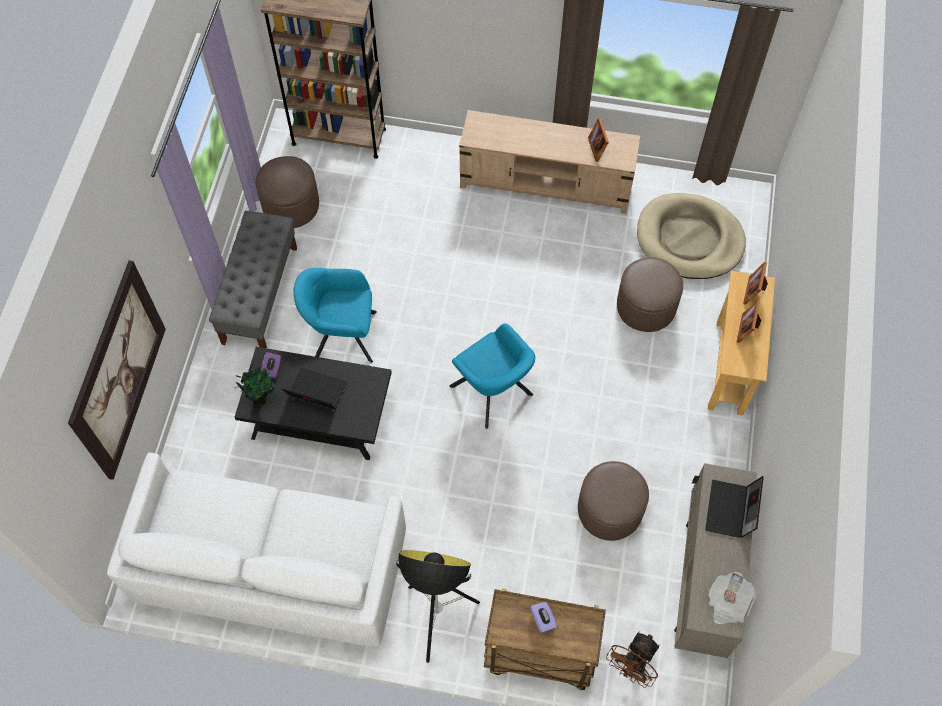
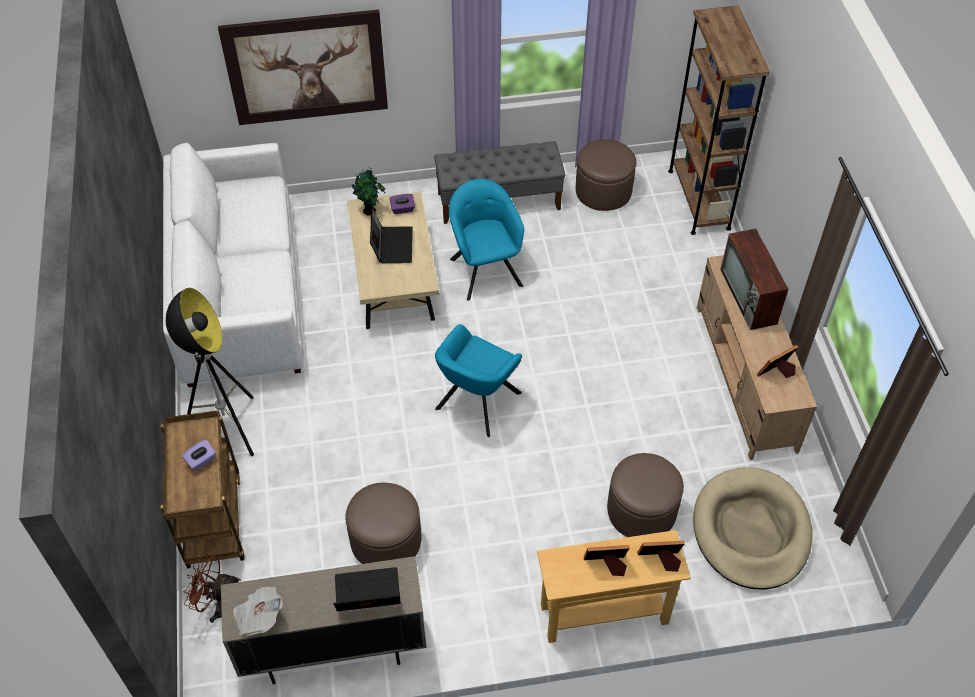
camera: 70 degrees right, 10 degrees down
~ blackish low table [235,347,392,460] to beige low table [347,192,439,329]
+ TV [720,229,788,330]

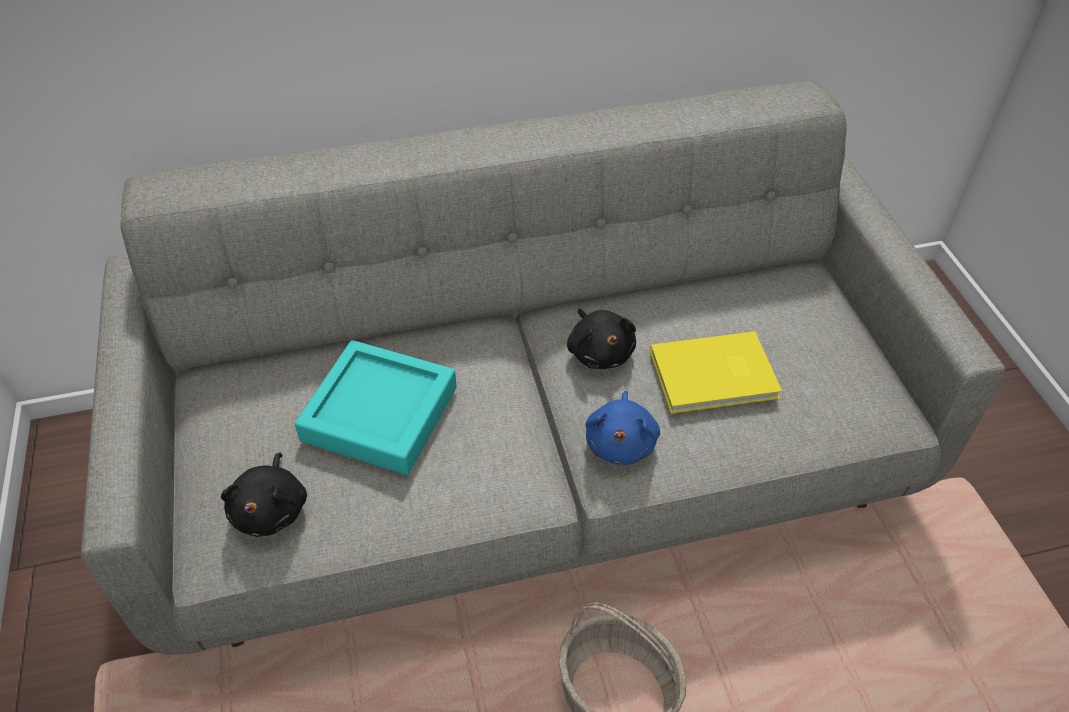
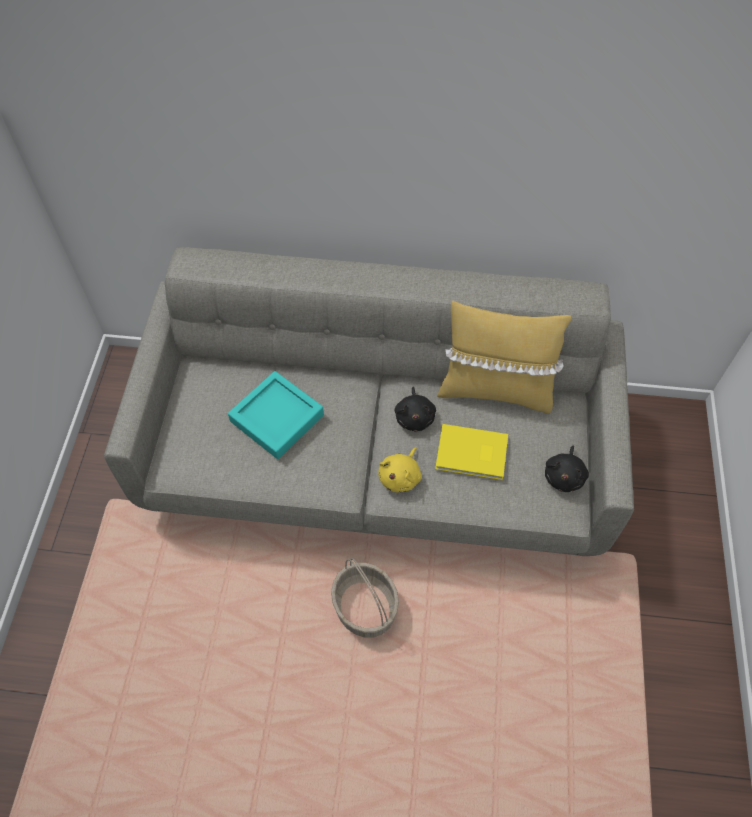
camera: 20 degrees right, 10 degrees up
~ blue cuddly toy [586,391,660,465] to yellowish cuddly toy [378,448,422,492]
+ yellowish pillow [437,300,571,413]
~ blackish cuddly toy [221,453,307,537] to [545,446,589,492]

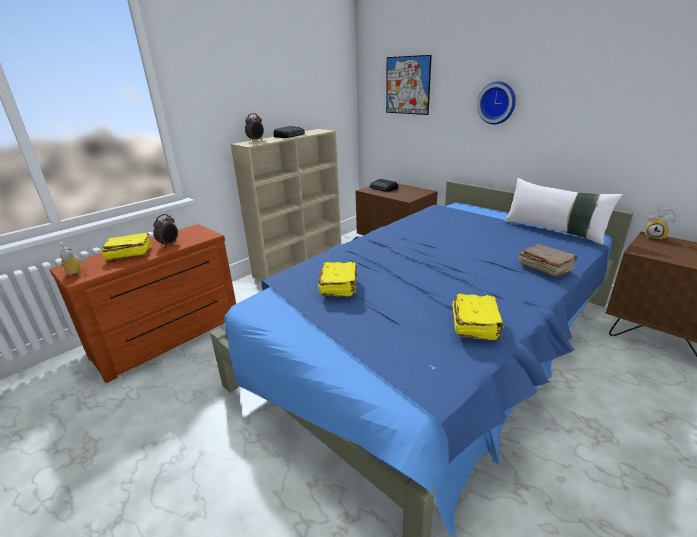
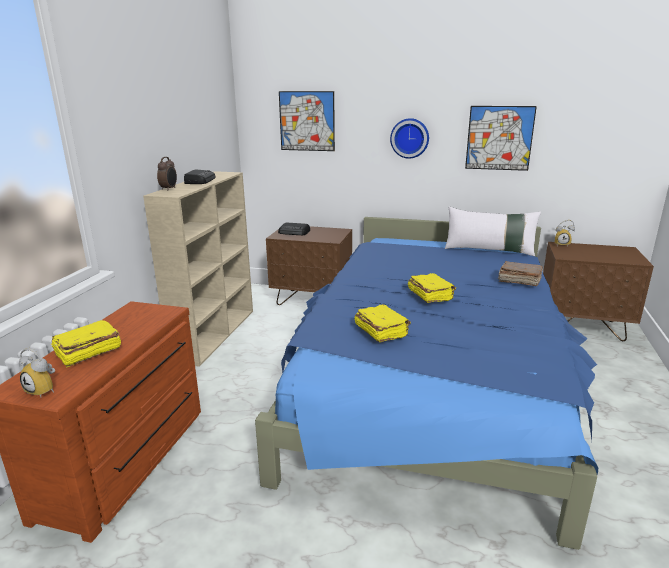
camera: 30 degrees left, 5 degrees down
~ yellowish book [452,294,504,341] to [408,273,456,303]
+ wall art [465,106,537,171]
- table clock [153,214,178,247]

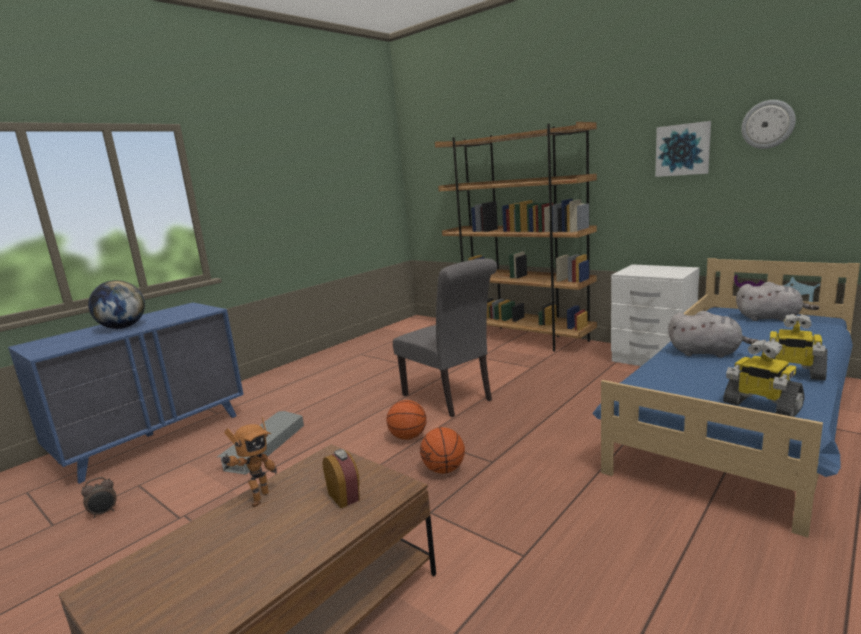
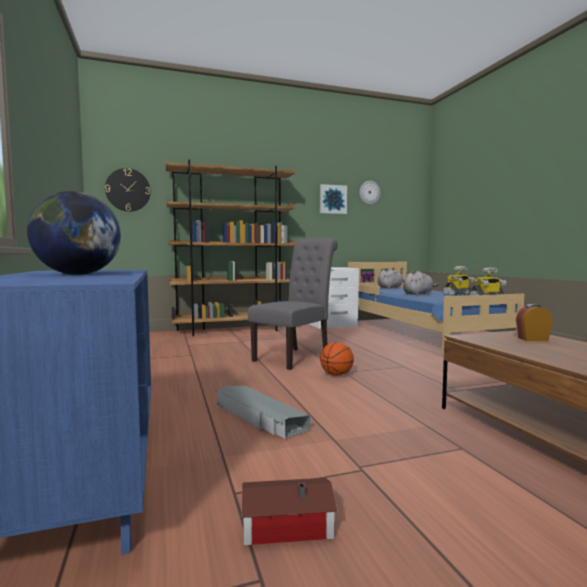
camera: 60 degrees left, 10 degrees down
+ wall clock [105,168,151,212]
~ table clock [81,477,116,518] to model house [241,478,337,546]
~ gray upright chair [393,258,497,417] = [248,238,338,370] 45 degrees counterclockwise
- model robot [222,417,277,507]
- basketball ball [420,427,465,474]

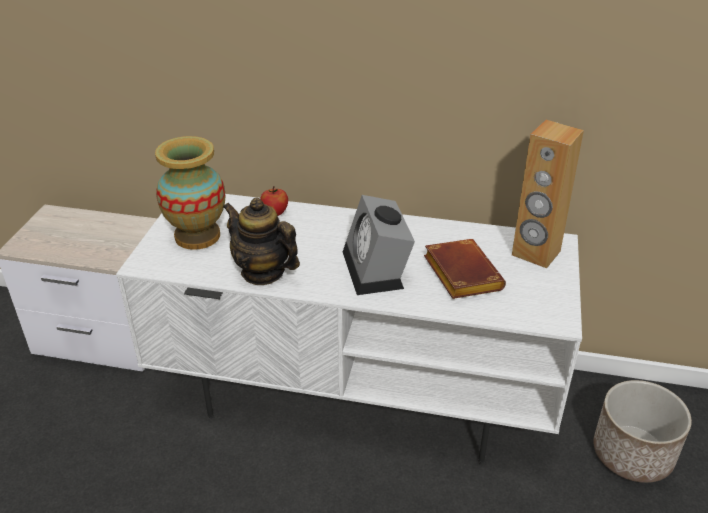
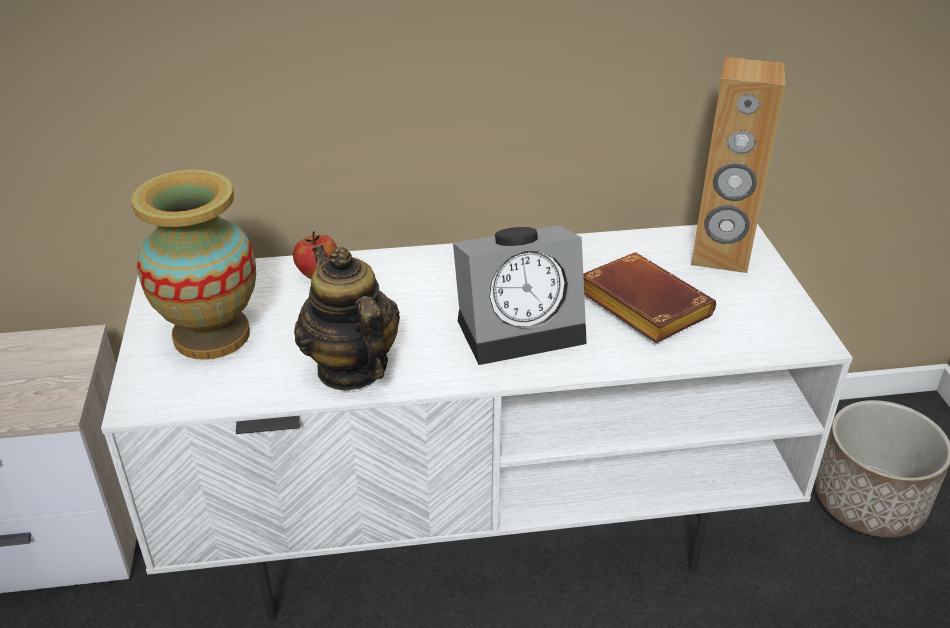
camera: 20 degrees left, 0 degrees up
~ teapot [223,198,300,285] = [294,245,400,390] 45 degrees clockwise
~ table clock [343,195,415,295] = [453,225,587,365] 75 degrees counterclockwise

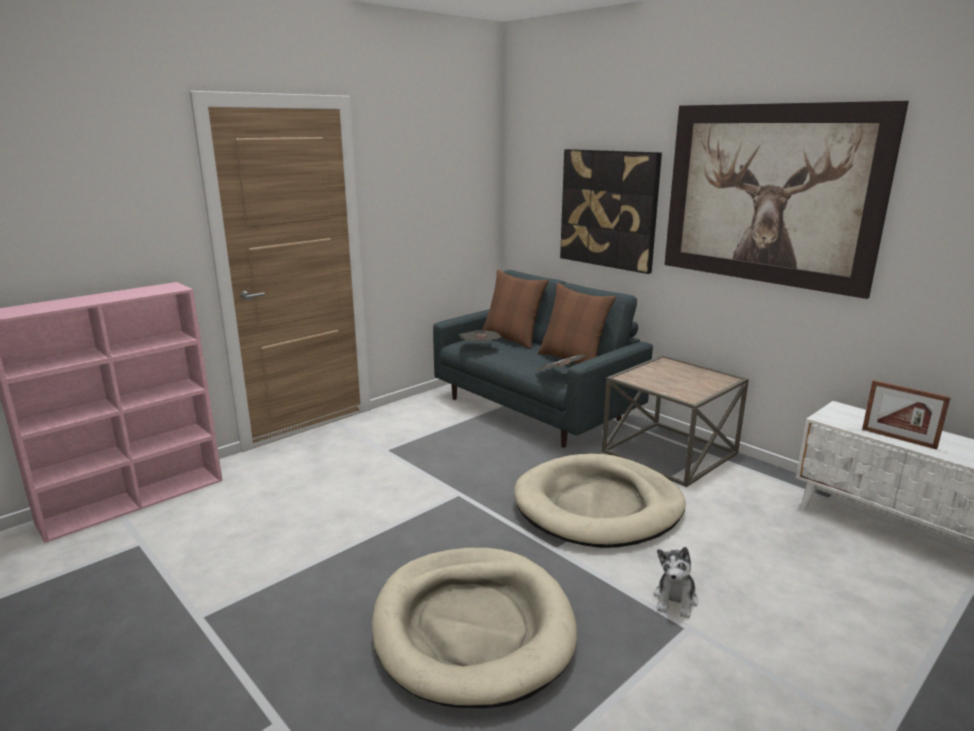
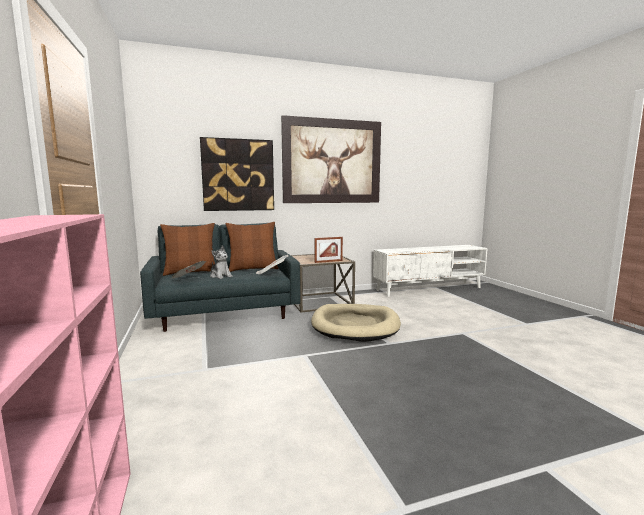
camera: 65 degrees left, 10 degrees down
~ cuddly toy [654,547,698,618] to [210,245,232,279]
~ picture frame [862,380,951,450] to [314,237,343,263]
- beige dog cushion [372,548,577,708]

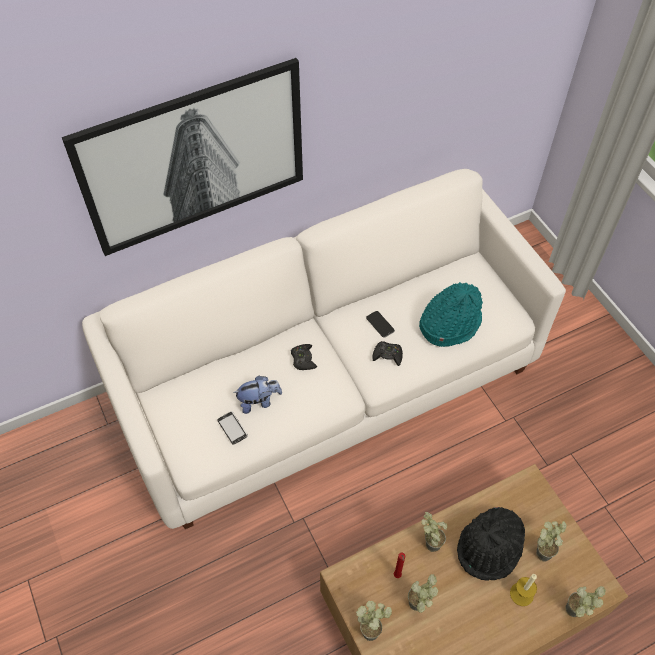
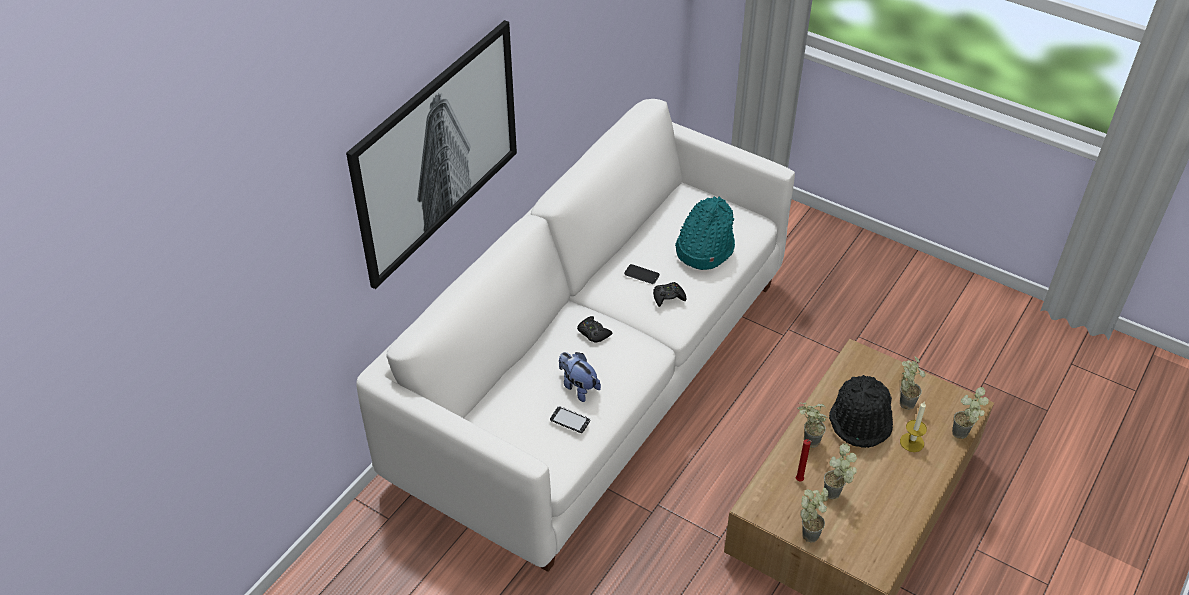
camera: 30 degrees left, 10 degrees down
~ cuddly toy [233,376,282,414] = [559,352,601,402] 90 degrees counterclockwise

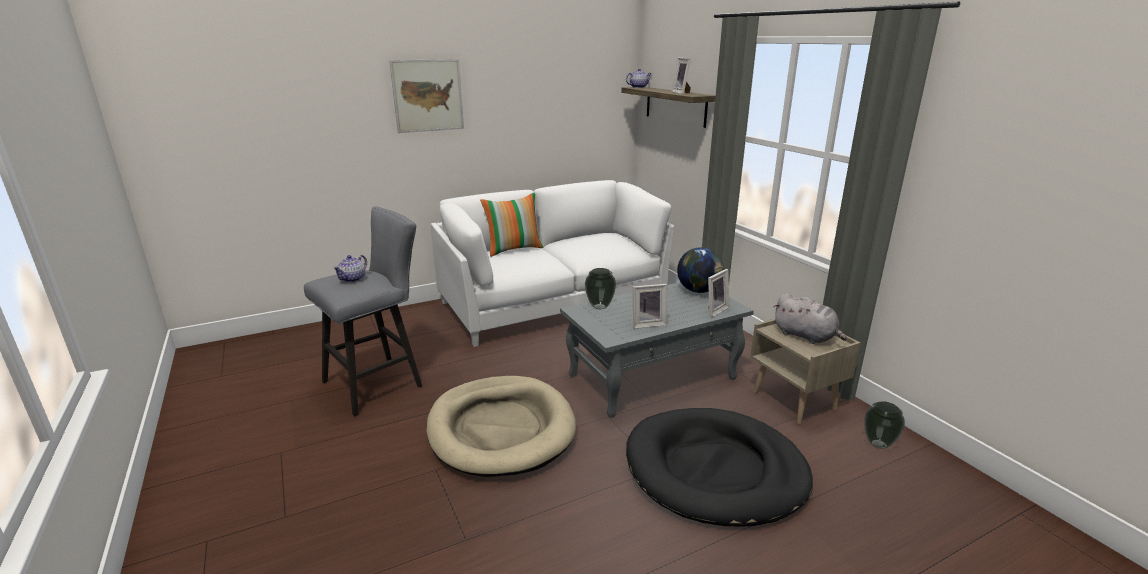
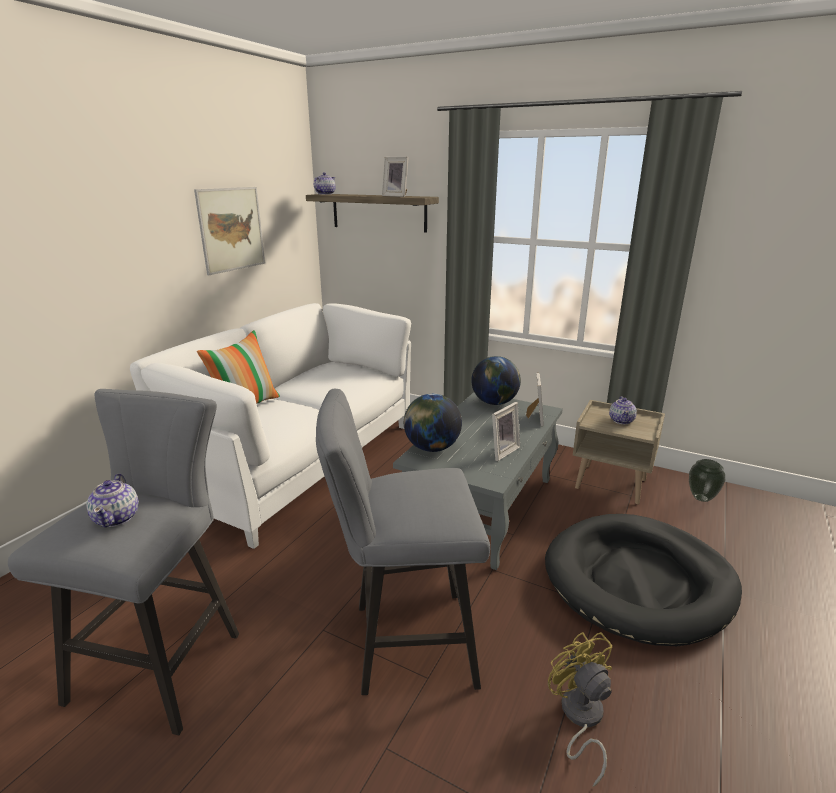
camera: 35 degrees left, 0 degrees up
~ wall art [389,59,464,133] to [194,187,265,275]
~ beige dog cushion [426,376,576,477] to gray stool [316,389,490,695]
~ flower vase [585,268,616,309] to world globe [404,394,462,452]
+ yellowish cooling fan [548,632,612,787]
~ gray cuddly toy [774,293,847,344] to teapot [609,396,637,424]

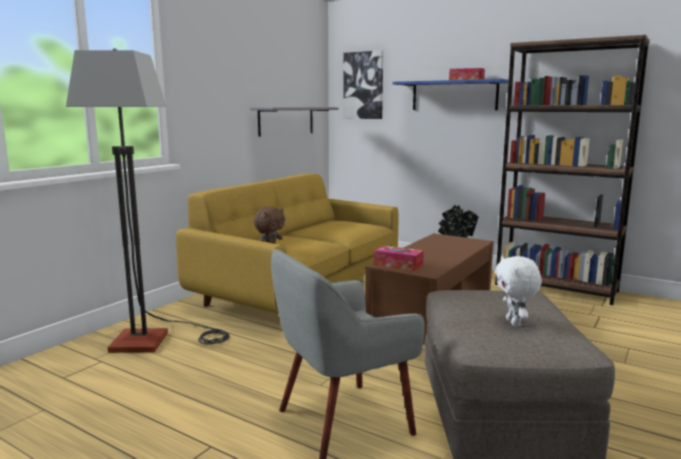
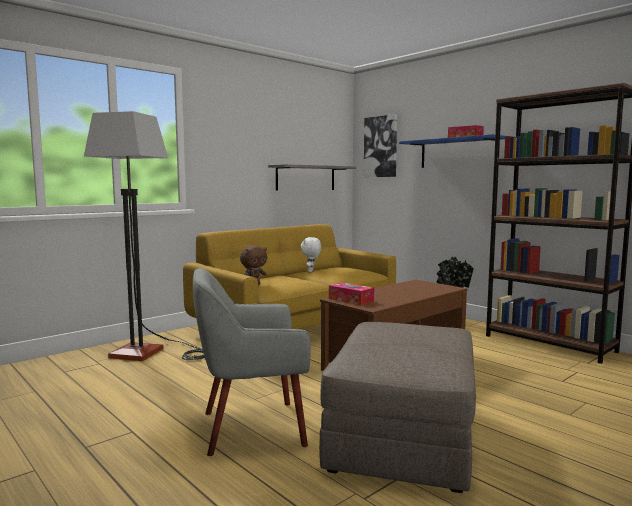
camera: 15 degrees right, 5 degrees down
~ white-coloured cuddly toy [495,256,542,327] to [301,237,321,272]

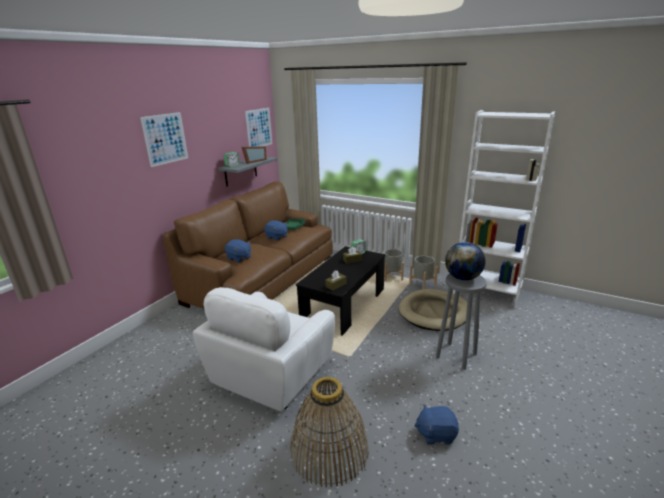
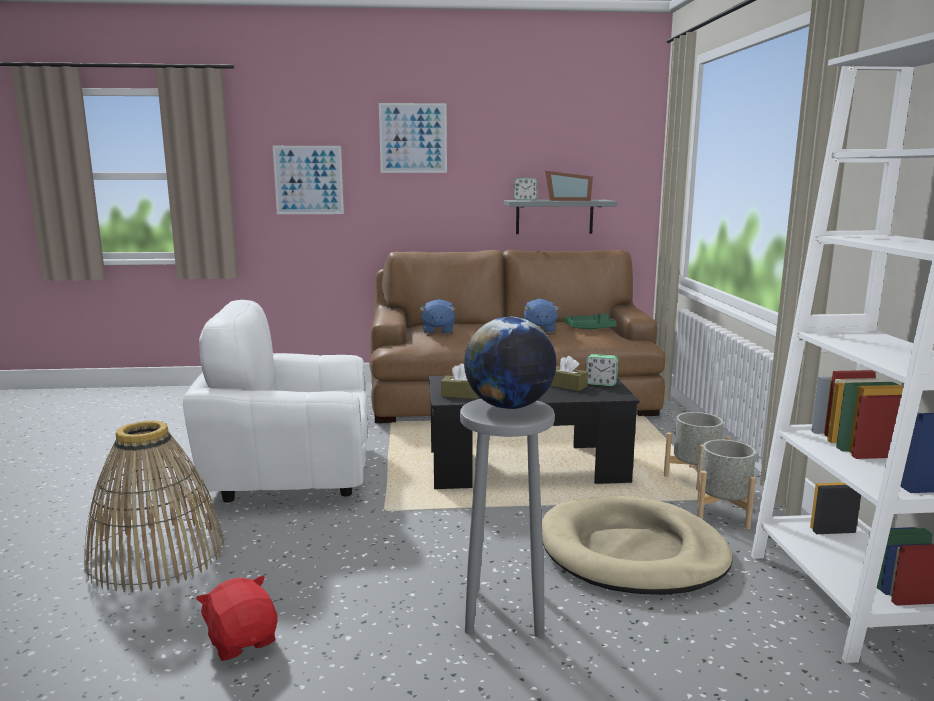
camera: 55 degrees right, 10 degrees down
~ blue cuddly toy [414,404,459,445] to red cuddly toy [196,576,278,661]
~ wall art [245,108,272,147] to [273,146,344,214]

